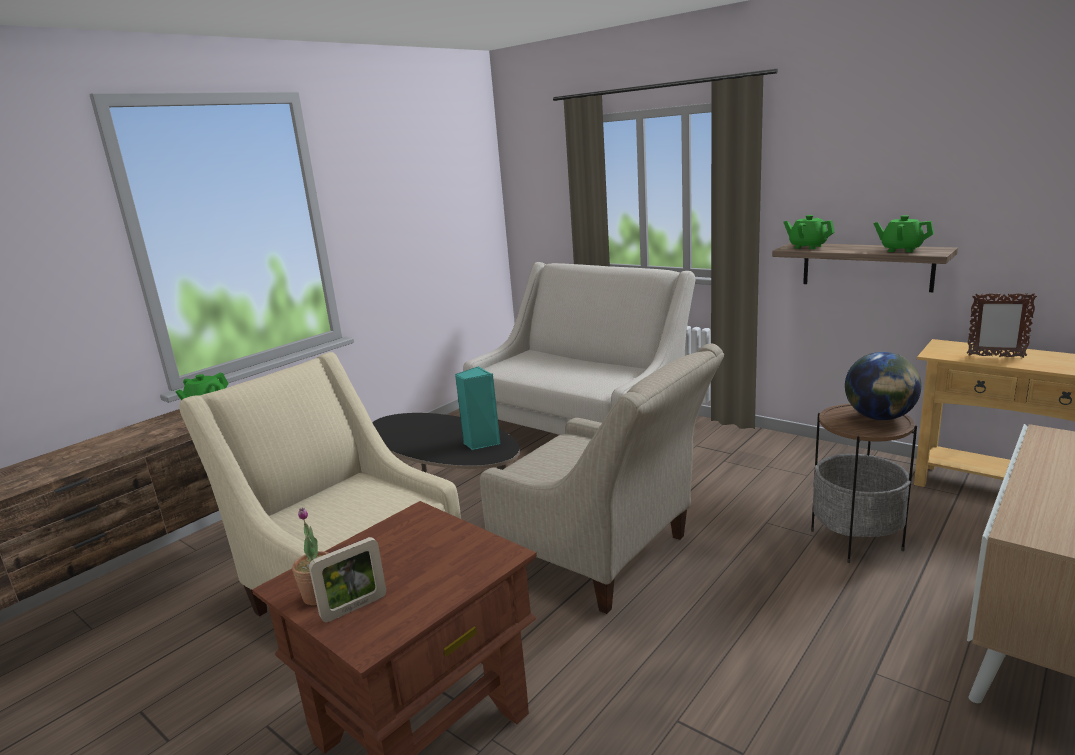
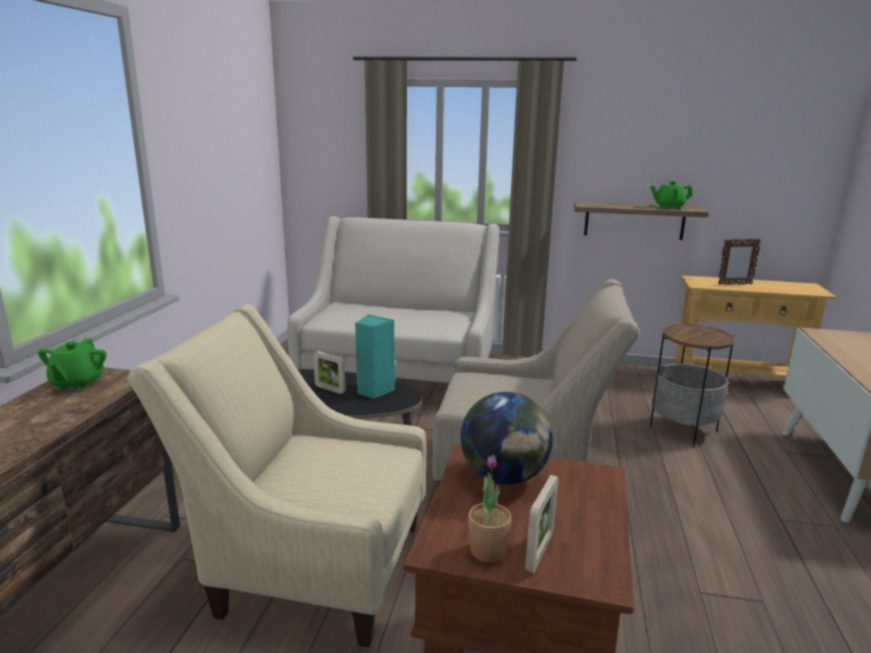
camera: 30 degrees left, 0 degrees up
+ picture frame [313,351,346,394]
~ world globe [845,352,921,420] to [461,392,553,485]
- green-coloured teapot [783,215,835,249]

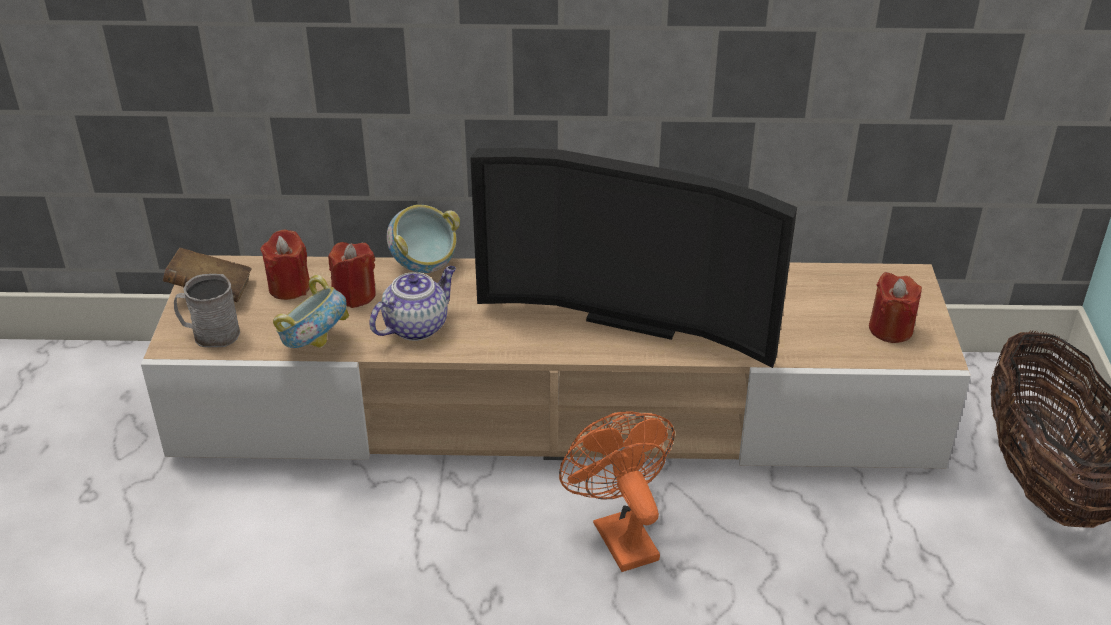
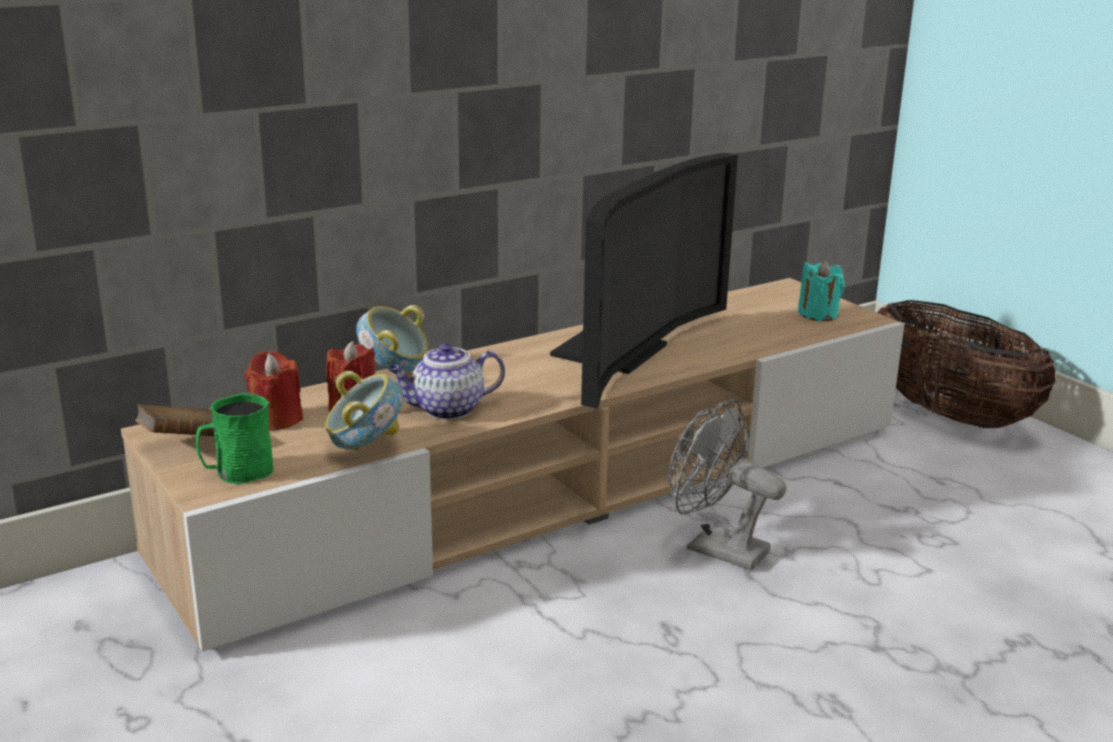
camera: 35 degrees left, 15 degrees down
~ gray mug [174,274,240,347] to green-coloured mug [196,393,274,484]
~ teapot [369,266,456,341] = [388,343,505,420] 120 degrees counterclockwise
~ TV [470,148,797,368] = [550,153,738,409] 45 degrees counterclockwise
~ orangey cooling fan [559,411,675,572] to gray cooling fan [668,399,786,570]
~ red wax candle [869,272,922,343] to blue-green wax candle [798,260,845,321]

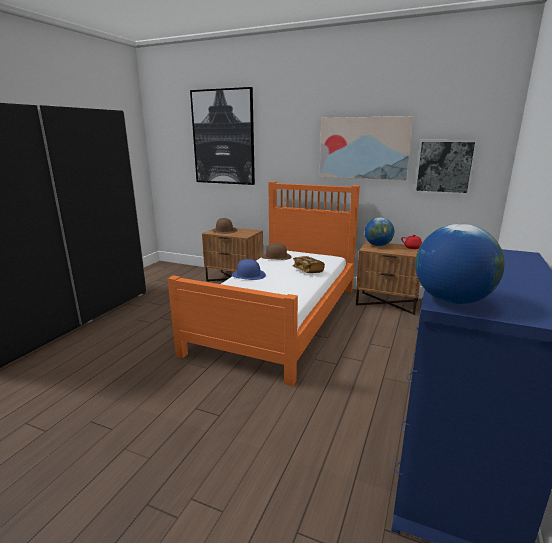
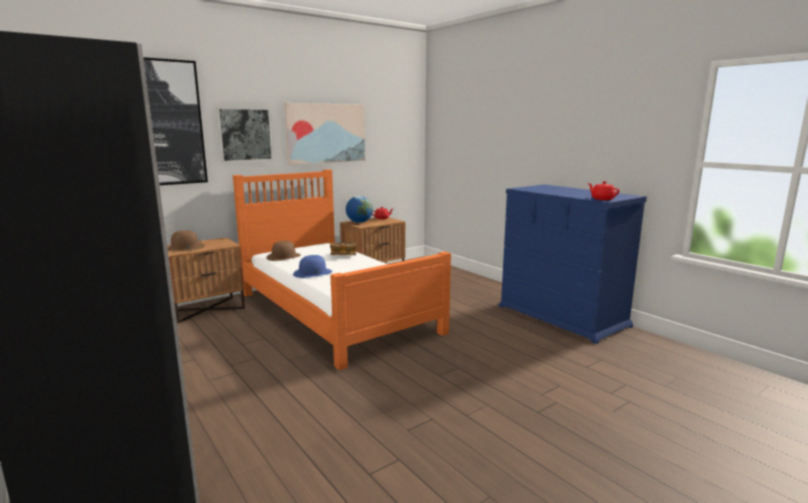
camera: 60 degrees left, 5 degrees down
~ wall art [414,140,478,195] to [216,107,273,163]
~ world globe [415,224,505,305] to red teapot [588,181,619,200]

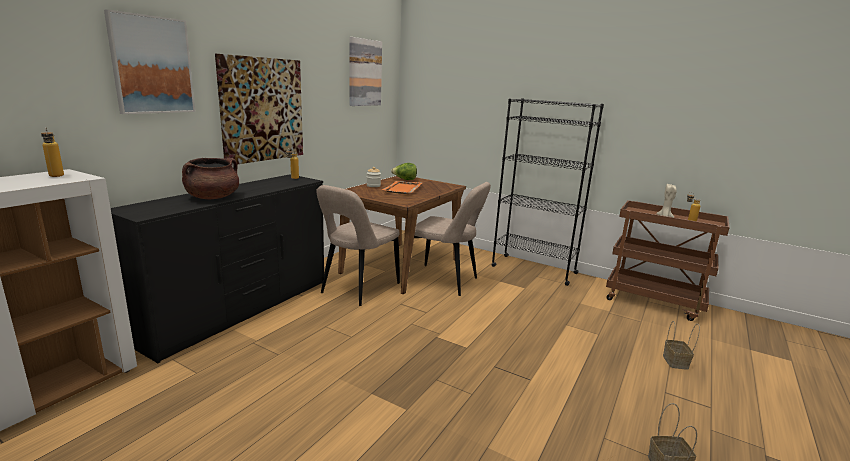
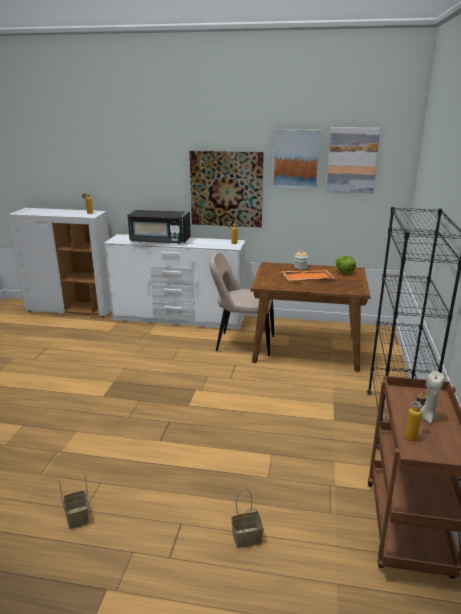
camera: 70 degrees right, 5 degrees up
~ blackish chest of drawers [111,174,324,363] to white-coloured chest of drawers [104,234,246,330]
~ brown-coloured saucepot [182,158,239,199] to blackish microwave [128,210,191,245]
~ wall art [104,9,195,114] to [272,129,321,188]
- beige upright chair [414,182,491,296]

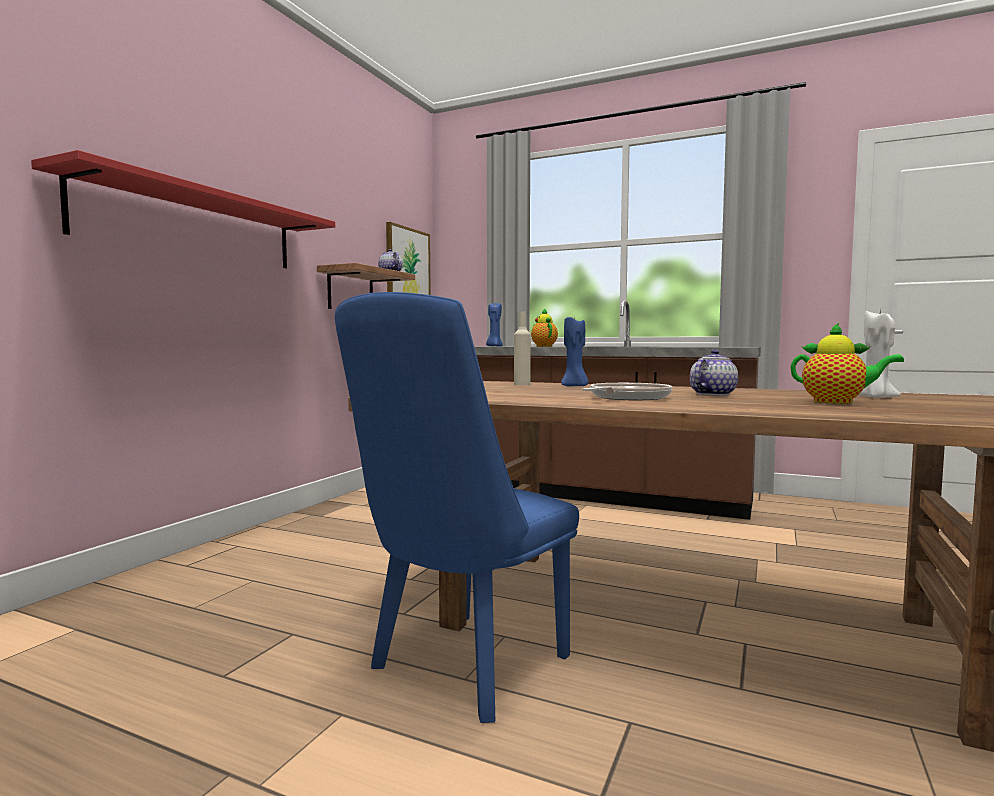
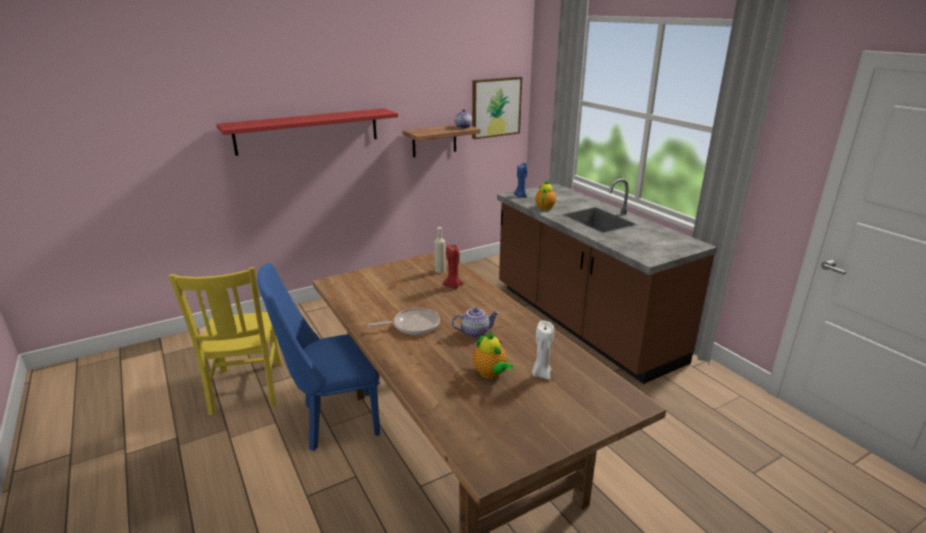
camera: 35 degrees right, 20 degrees up
+ yellowish upright chair [168,267,282,415]
~ blue wax candle [561,317,588,386] to red wax candle [443,245,464,289]

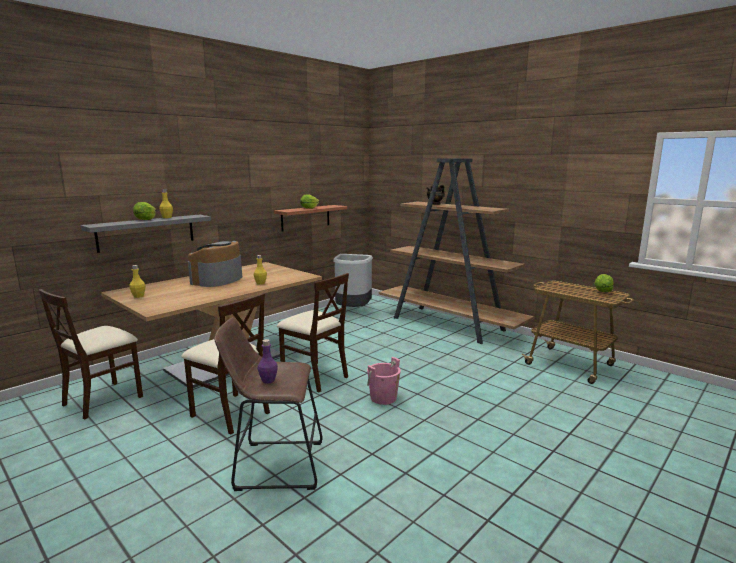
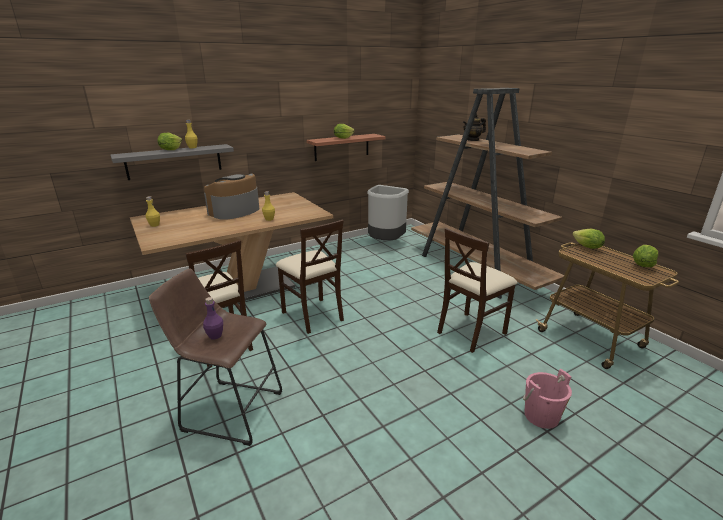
camera: 15 degrees right, 10 degrees up
~ beige upright chair [39,289,143,420] to [437,228,517,353]
~ pink-coloured pail [367,357,401,405] to [523,369,572,429]
+ lettuce [572,229,605,249]

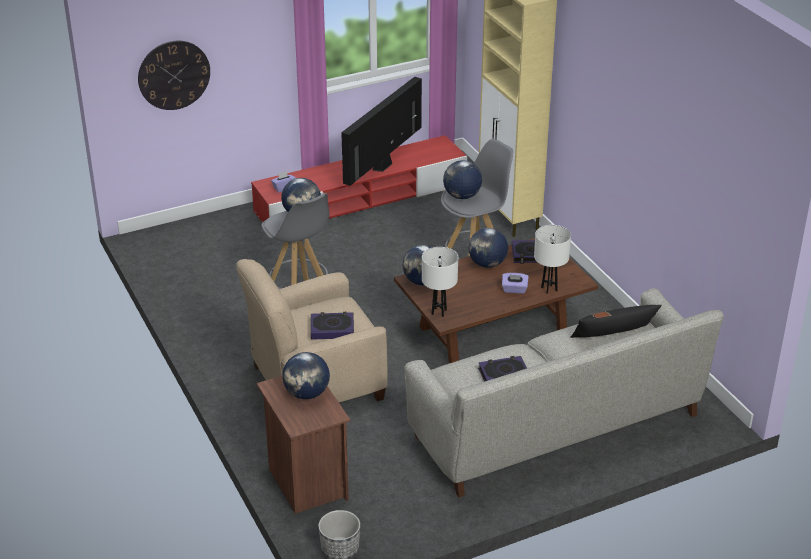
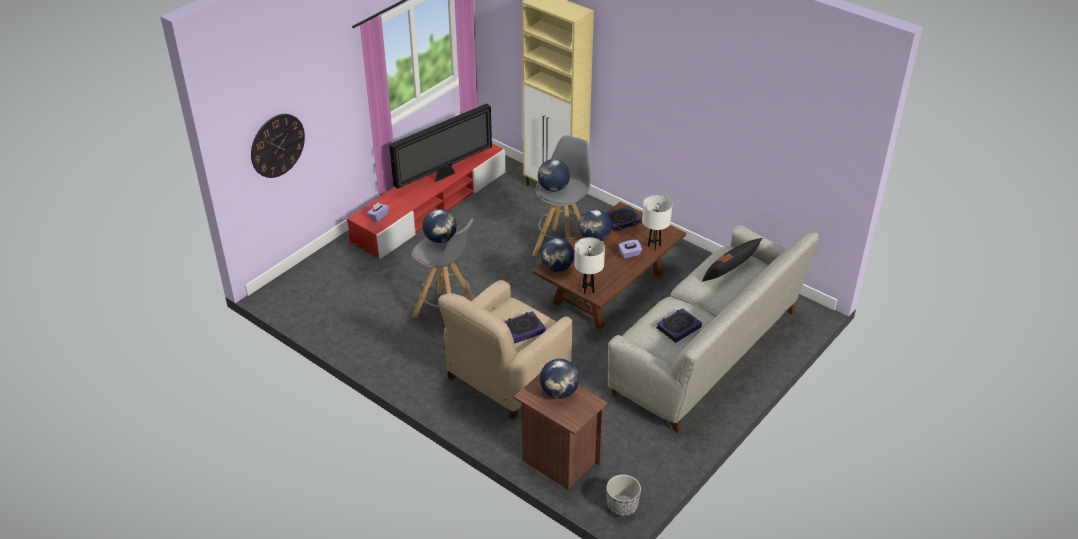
camera: 25 degrees left, 5 degrees up
~ TV [341,77,422,186] = [389,103,492,189] 135 degrees counterclockwise

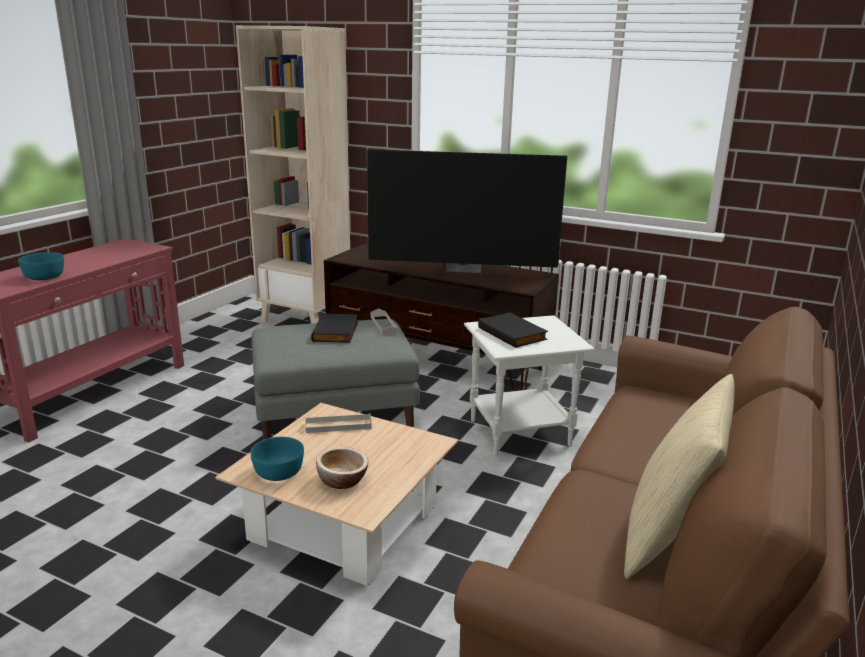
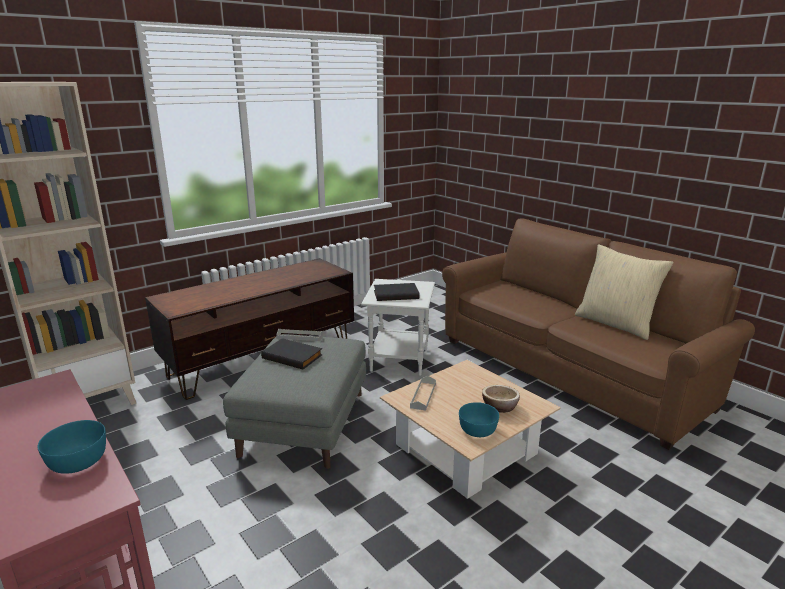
camera: 65 degrees left, 0 degrees up
- TV [367,149,567,273]

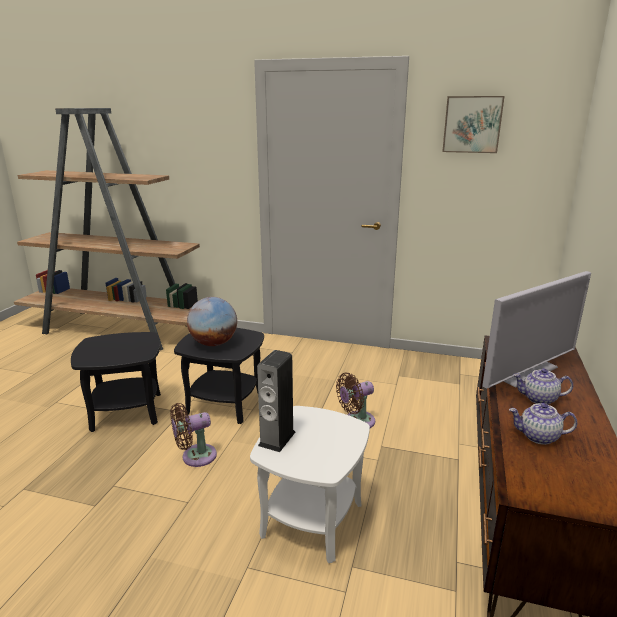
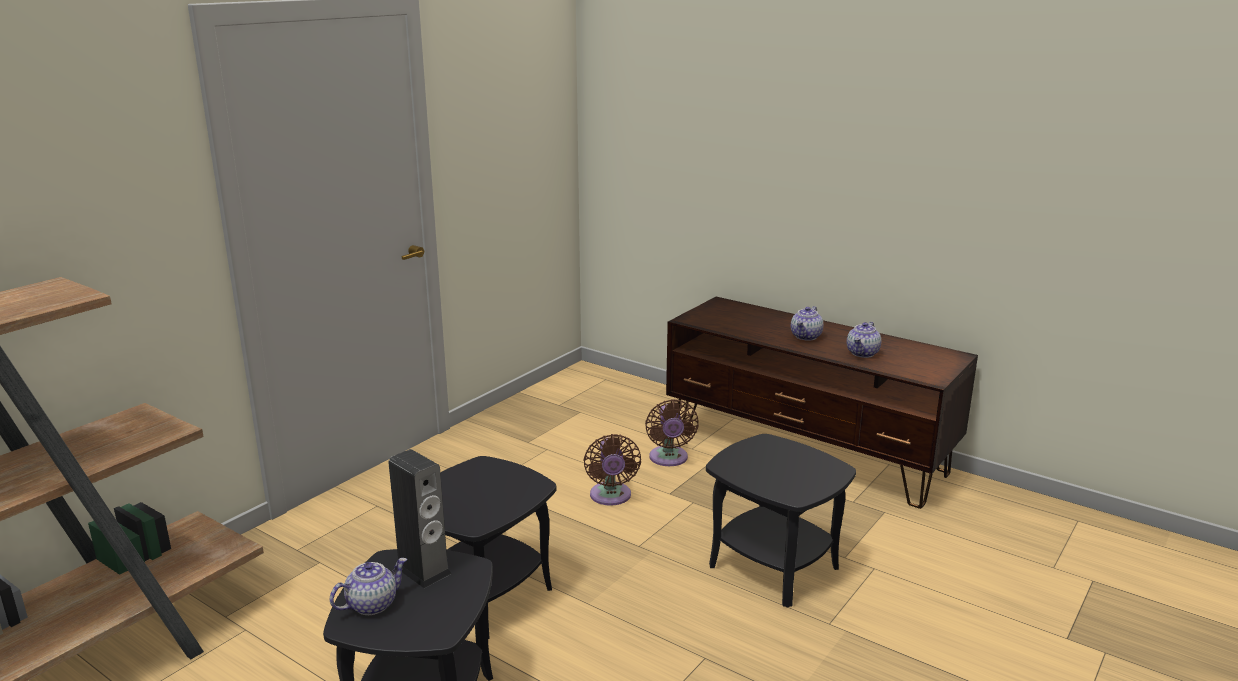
camera: 70 degrees left, 0 degrees up
+ teapot [330,558,407,615]
~ audio speaker [257,350,295,452] to [389,449,452,588]
~ brown-coloured cooling fan [170,403,217,467] to [645,399,699,466]
~ white-coloured side table [250,406,370,563] to blackish side table [706,434,856,607]
- world globe [187,297,237,346]
- wall art [442,96,505,153]
- TV [483,271,591,388]

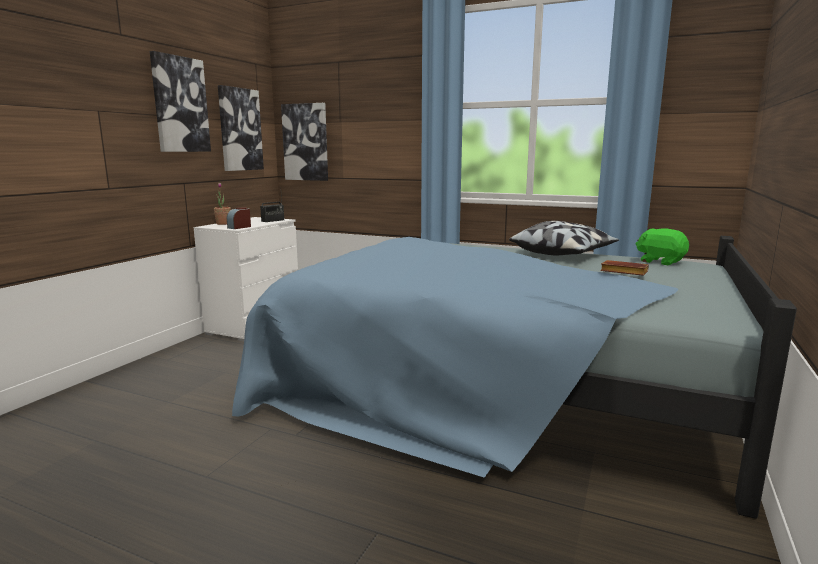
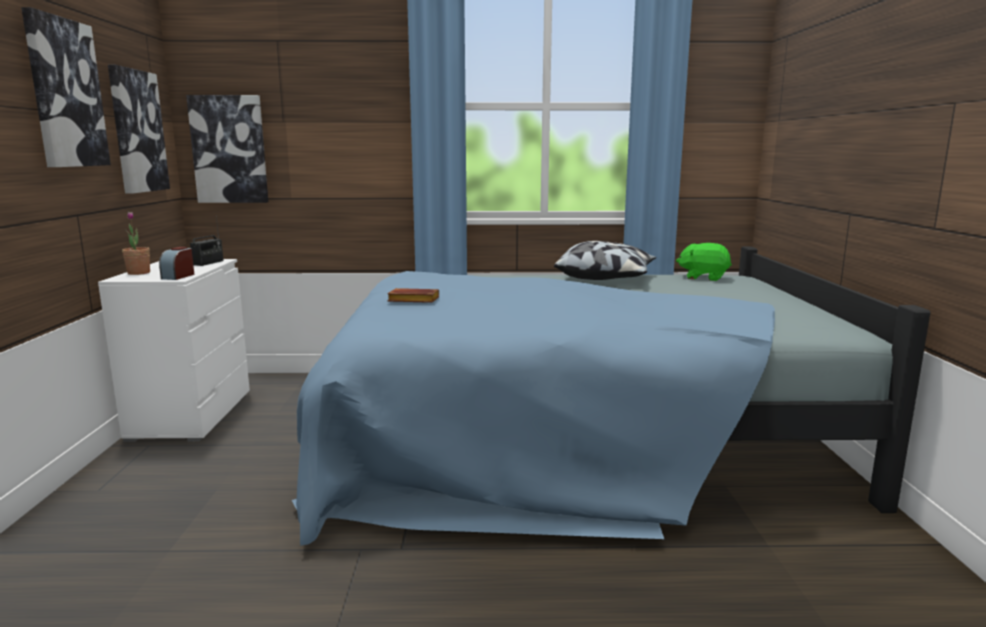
camera: 25 degrees left, 0 degrees up
~ brown-coloured book [600,260,649,276] to [387,288,439,303]

